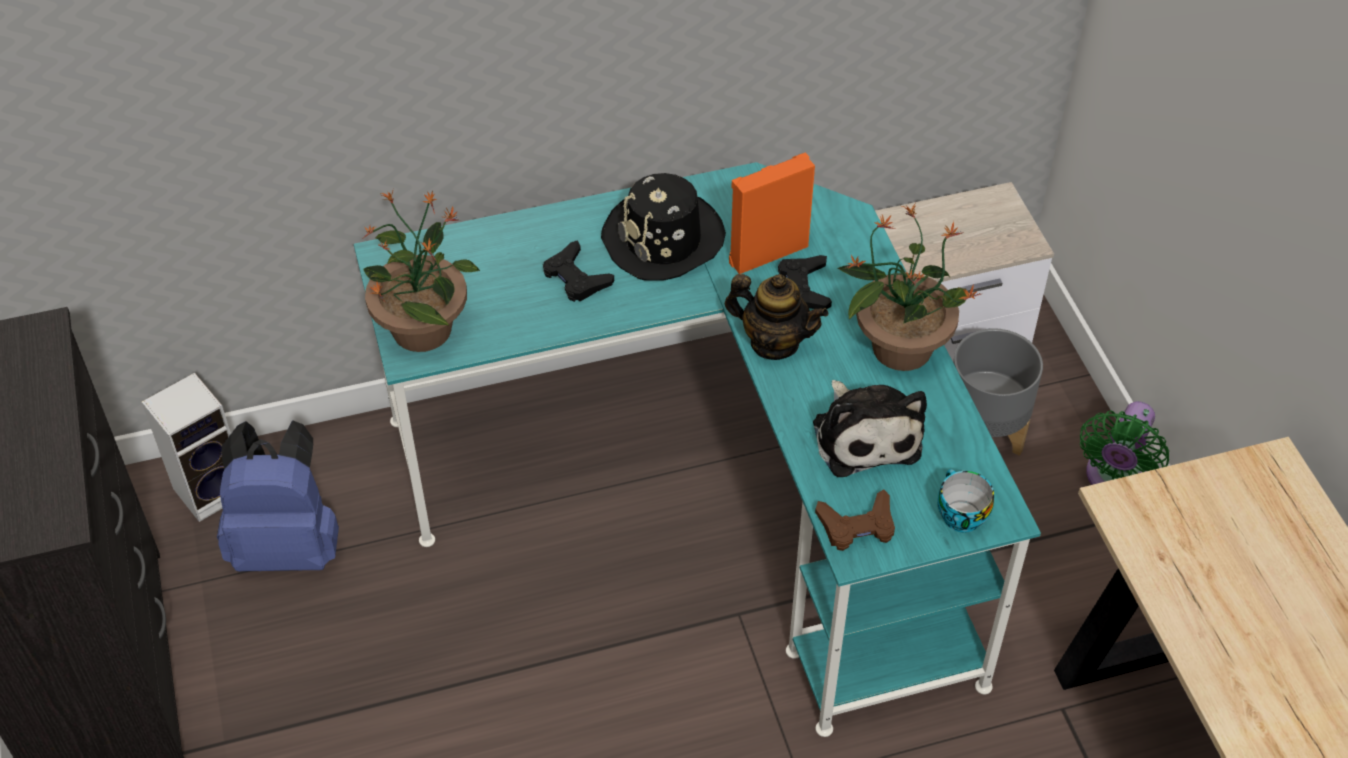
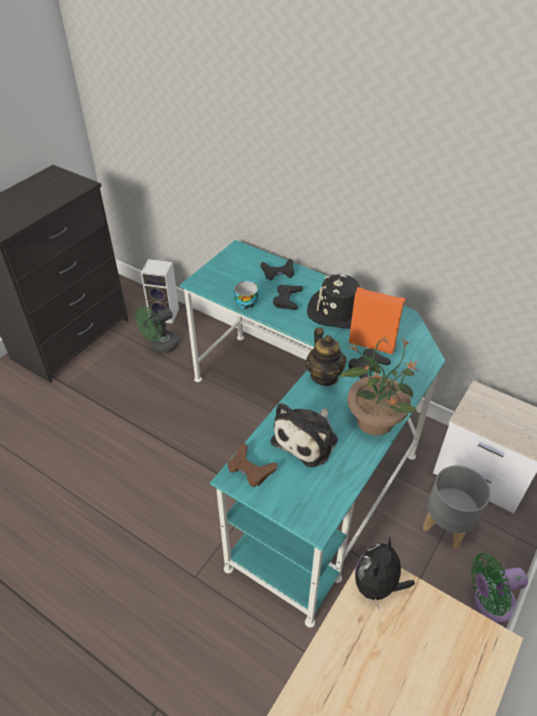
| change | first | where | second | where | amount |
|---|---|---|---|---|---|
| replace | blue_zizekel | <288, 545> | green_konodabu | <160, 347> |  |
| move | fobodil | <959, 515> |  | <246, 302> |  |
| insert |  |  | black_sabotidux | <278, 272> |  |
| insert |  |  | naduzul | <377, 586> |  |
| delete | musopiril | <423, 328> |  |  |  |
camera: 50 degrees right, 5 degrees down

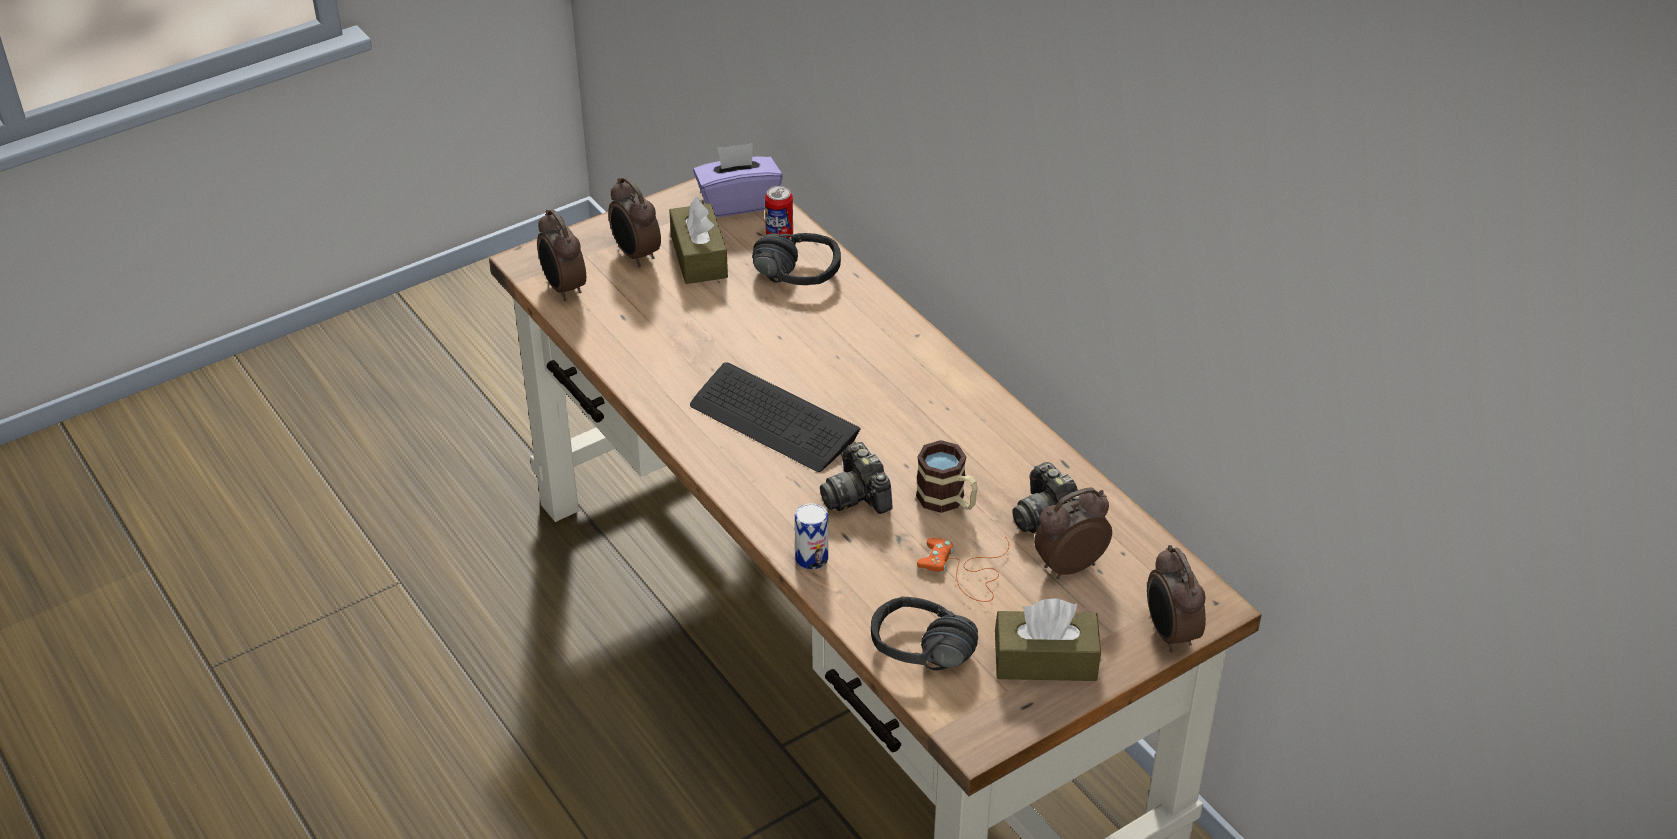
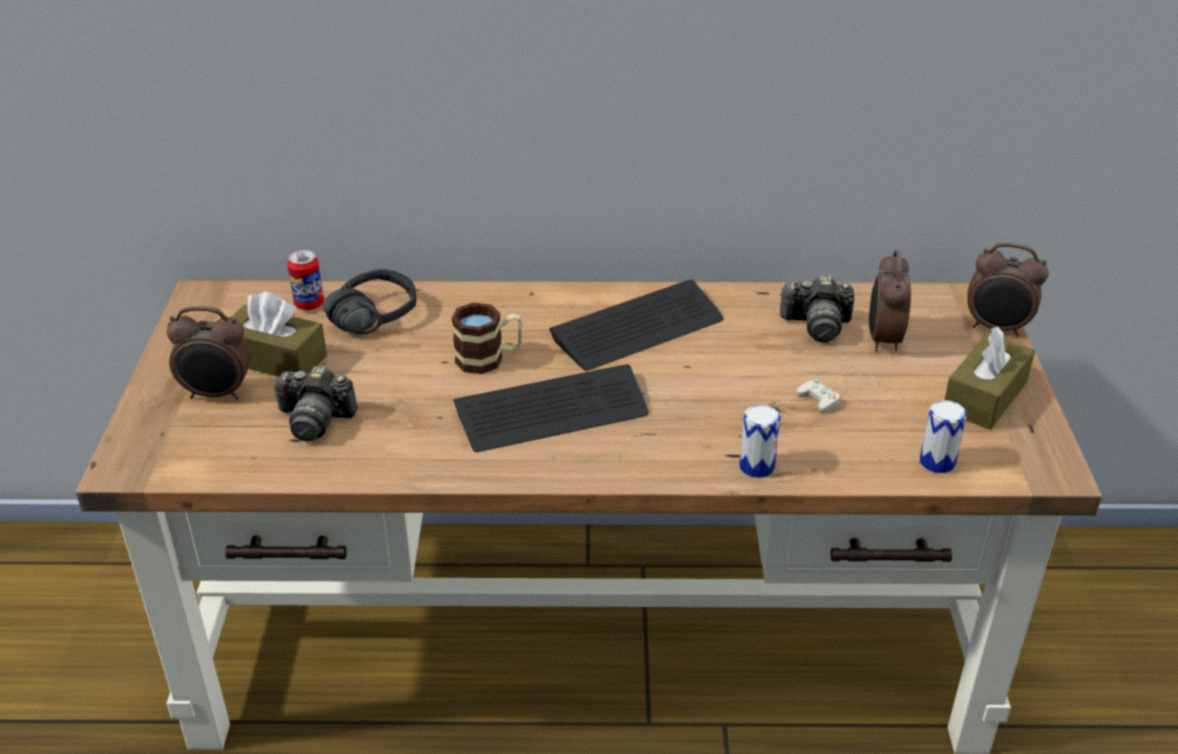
| change | first | where | second | where | amount |
|---|---|---|---|---|---|
| move | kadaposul | <857, 495> |  | <315, 420> |  |
| move | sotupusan | <948, 501> |  | <489, 358> |  |
| insert |  |  | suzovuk | <638, 328> |  |
| recolor | orange_sabotidux | <966, 571> | white_sabotidux | <847, 391> |  |
| replace | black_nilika | <918, 660> | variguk | <937, 462> |  |
| delete | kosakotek | <563, 288> |  |  |  |
| delete | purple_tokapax | <738, 202> |  |  |  |
camera: 55 degrees left, 5 degrees down

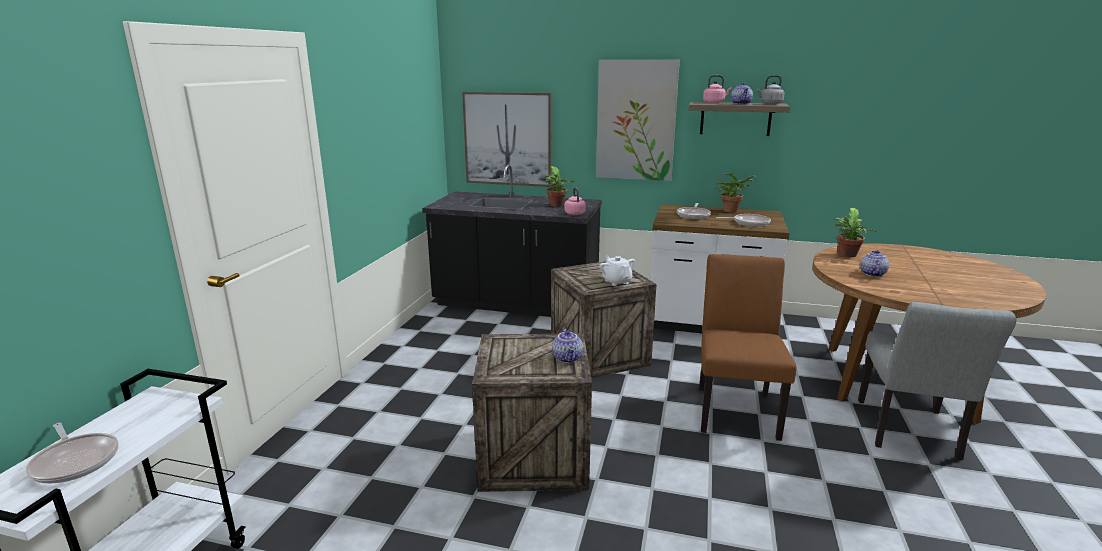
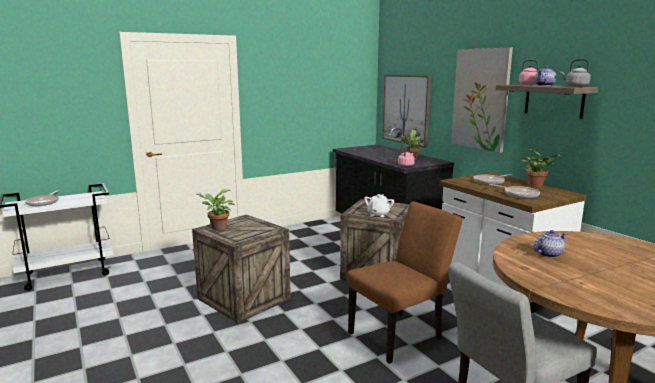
| change | first | where | second | where | amount |
|---|---|---|---|---|---|
| move | musopiril | <847, 255> |  | <217, 228> |  |
| delete | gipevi | <568, 358> |  |  |  |
camera: 45 degrees right, 5 degrees down

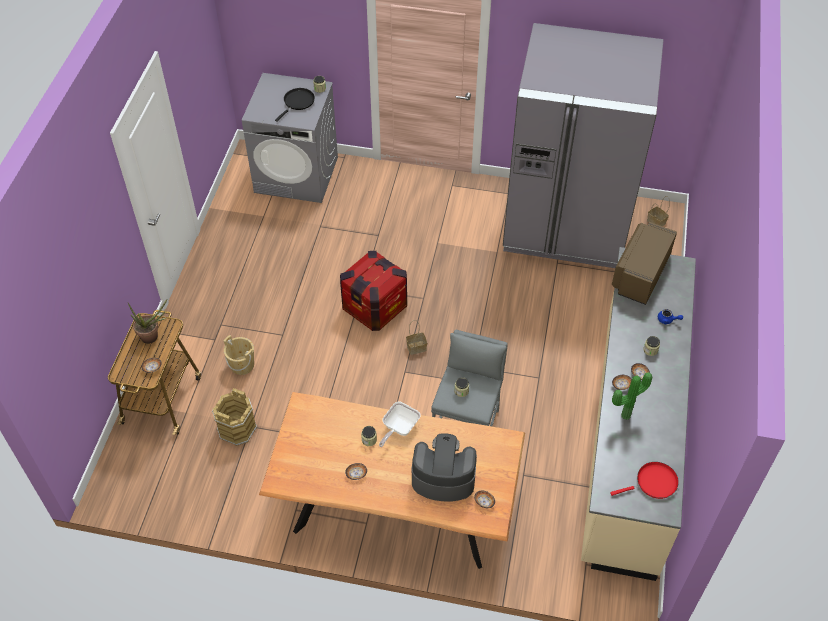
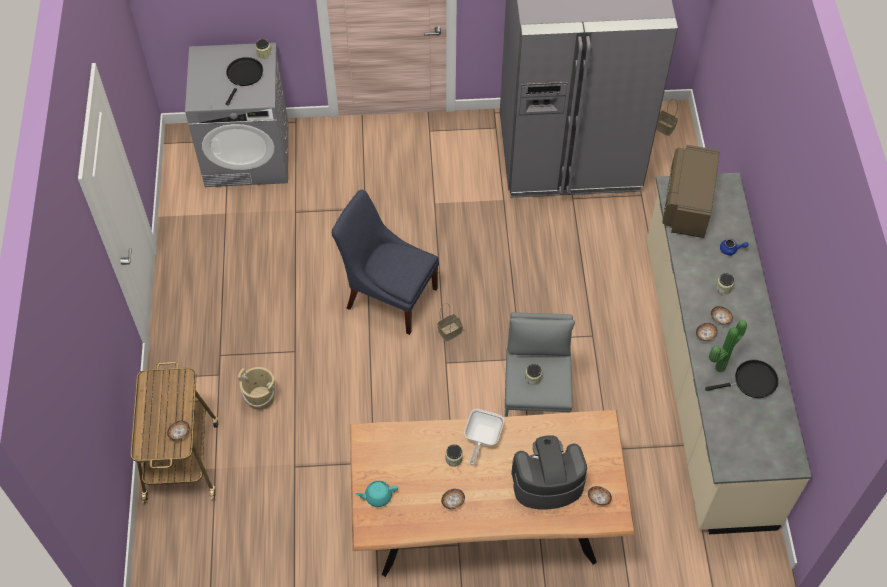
| change | first | where | second | where | amount |
|---|---|---|---|---|---|
| replace | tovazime | <374, 307> | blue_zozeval | <388, 295> |  |
| insert |  |  | turquoise_gipevi | <377, 496> |  |
| insert |  |  | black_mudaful | <751, 381> |  |
| delete | musopiril | <153, 337> |  |  |  |
| delete | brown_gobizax | <237, 429> |  |  |  |
| delete | red_mudaful | <653, 483> |  |  |  |
camera: 15 degrees left, 5 degrees up

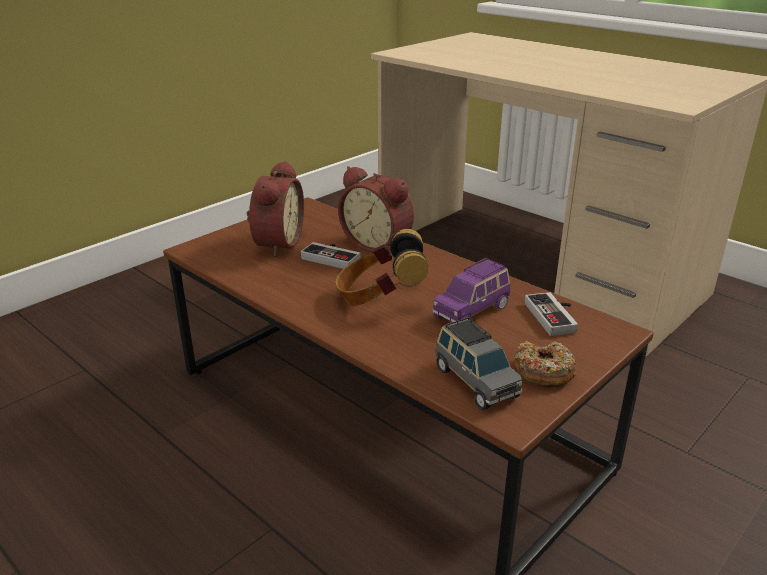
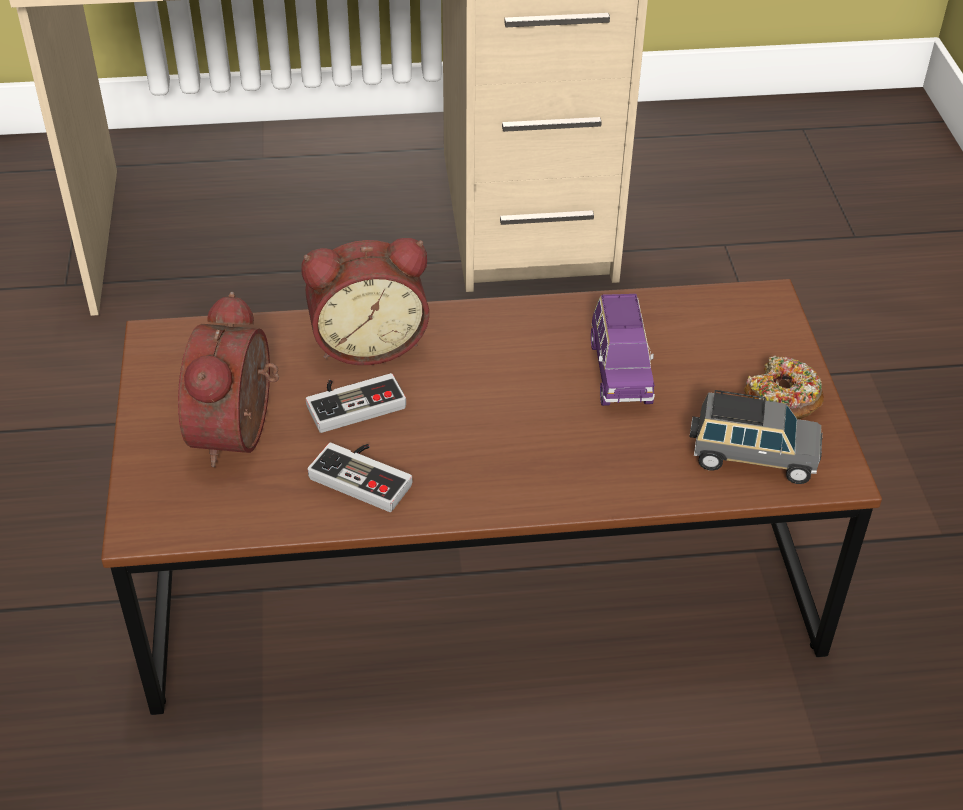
| change | first | where | second | where | amount |
|---|---|---|---|---|---|
| rotate | kosakotek | <275, 243> |  | <241, 433> | 135 degrees counterclockwise |
| move | sabotidux | <555, 316> |  | <365, 475> |  |
| delete | nilika | <380, 299> |  |  |  |
camera: 50 degrees left, 15 degrees up

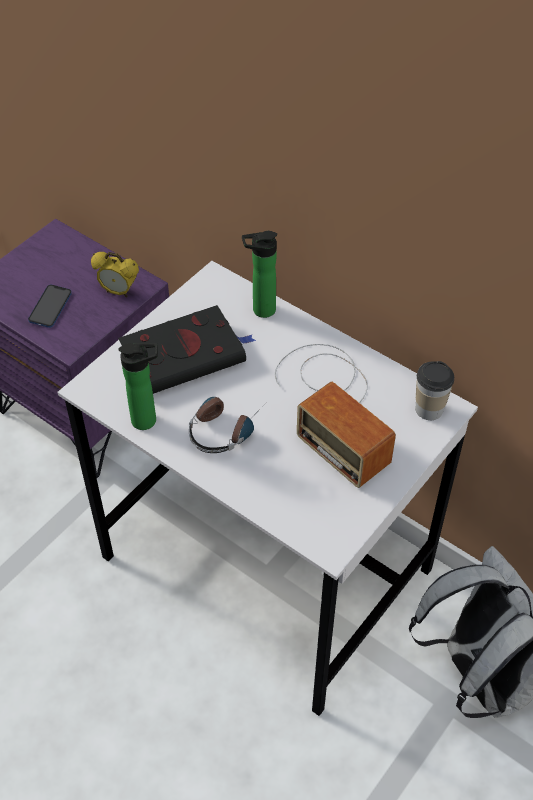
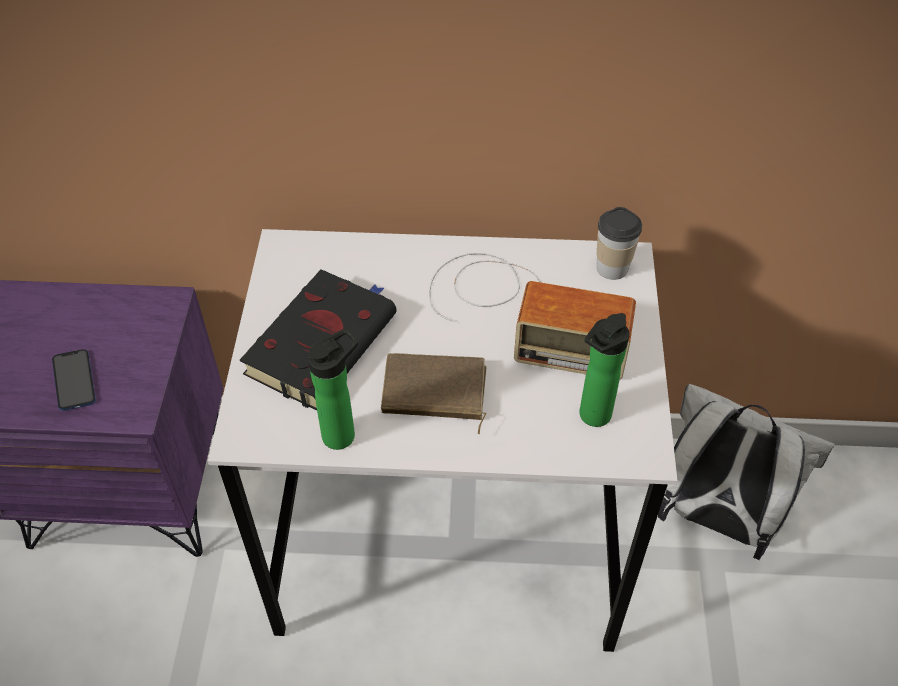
| change | first | where | second | where | amount |
|---|---|---|---|---|---|
| replace | nilika | <226, 427> | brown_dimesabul | <433, 393> |  |
| move | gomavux | <260, 310> |  | <592, 417> |  |
| delete | kosakotek | <118, 292> |  |  |  |
camera: 35 degrees left, 0 degrees up

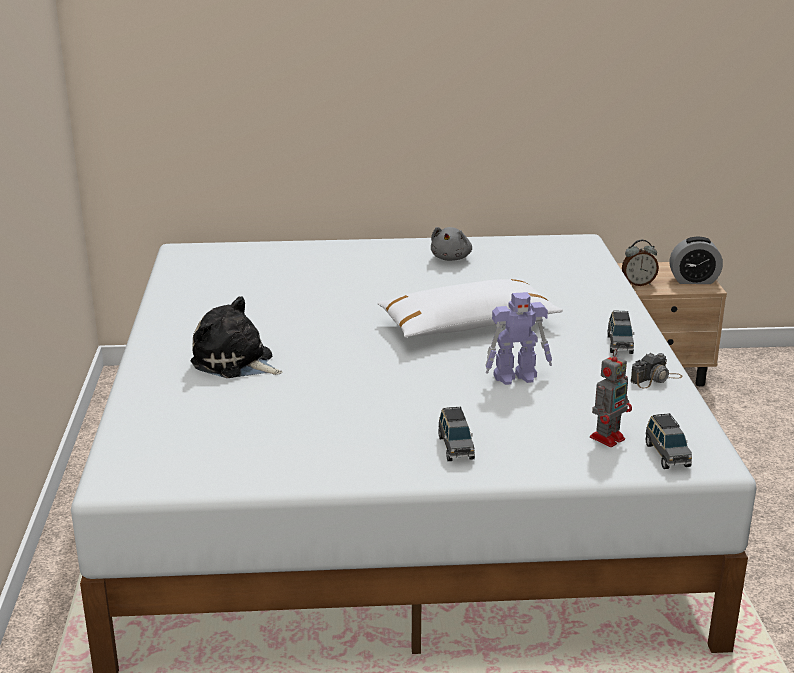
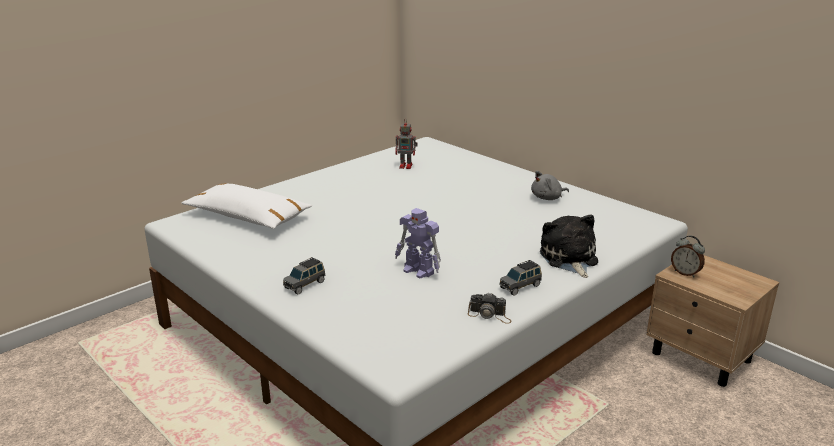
| change | first | where | second | where | amount |
|---|---|---|---|---|---|
| move | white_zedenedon | <467, 325> |  | <248, 217> |  |
| move | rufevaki | <608, 437> |  | <406, 166> |  |
| move | naduzul | <235, 362> |  | <569, 259> |  |
| delete | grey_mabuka | <666, 455> |  |  |  |
| delete | kosakotek | <693, 280> |  |  |  |
camera: 50 degrees right, 0 degrees up

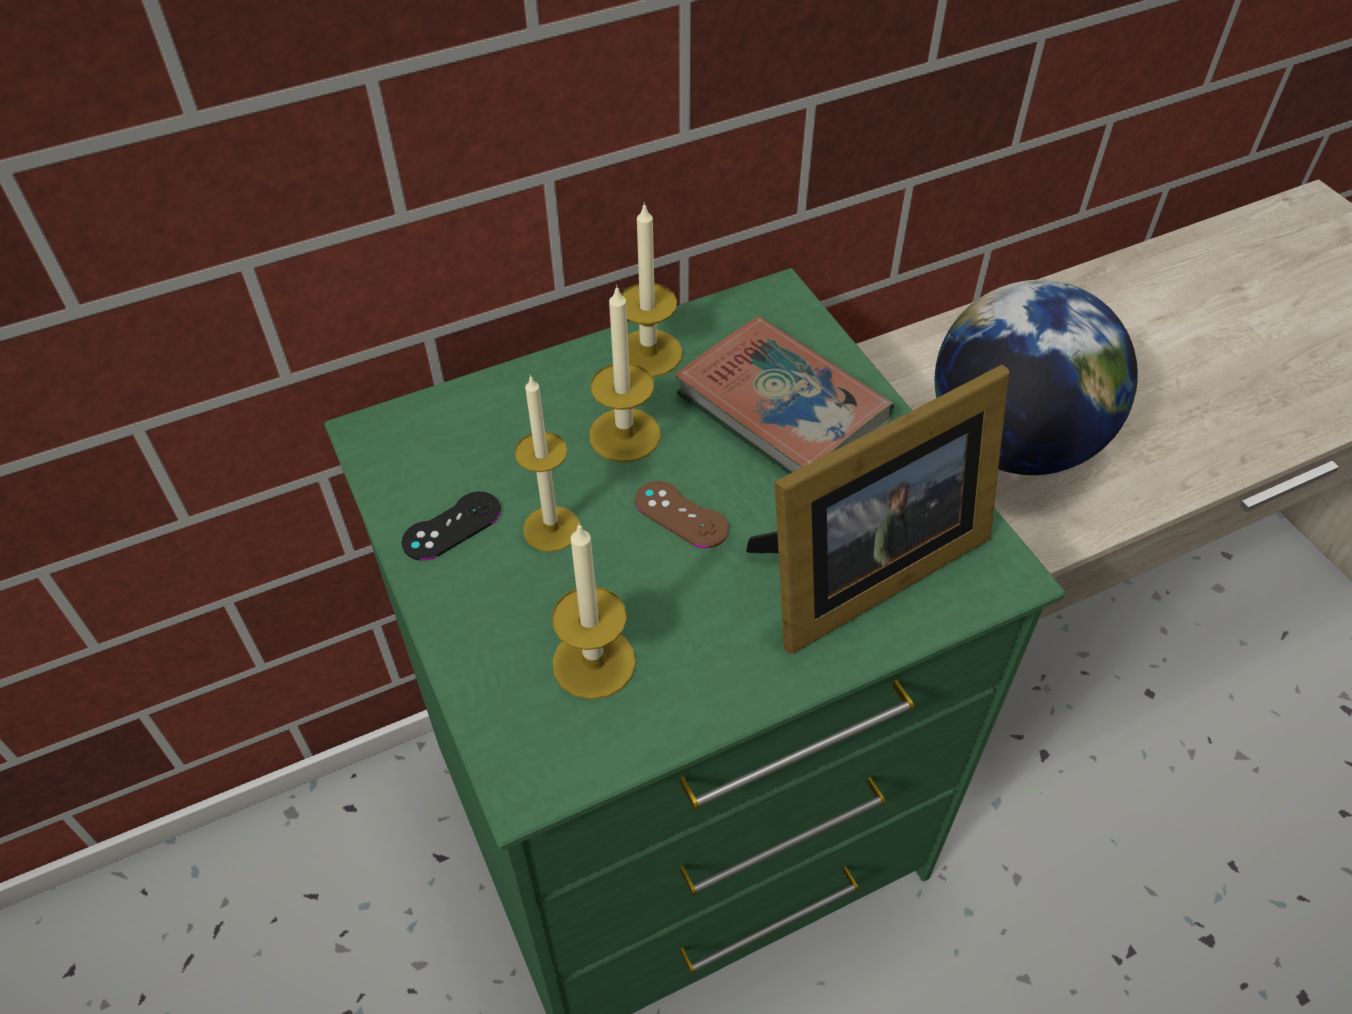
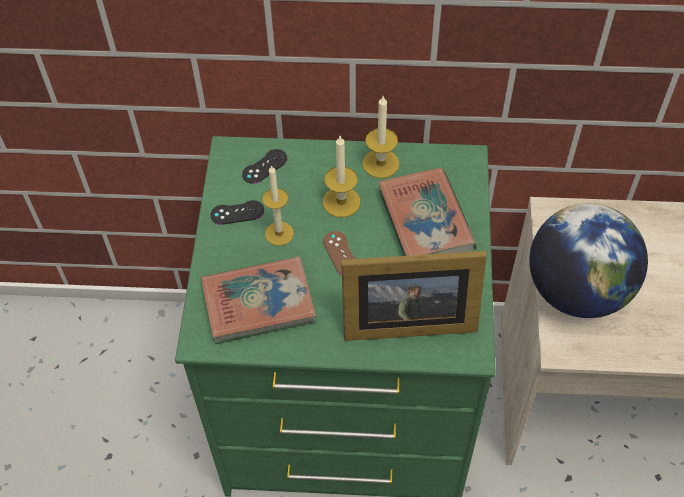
| change | first | where | second | where | amount |
|---|---|---|---|---|---|
| replace | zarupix | <594, 662> | dimesabul | <258, 303> |  |
| insert |  |  | black_sabotidux | <264, 166> |  |
camera: 30 degrees right, 5 degrees up

